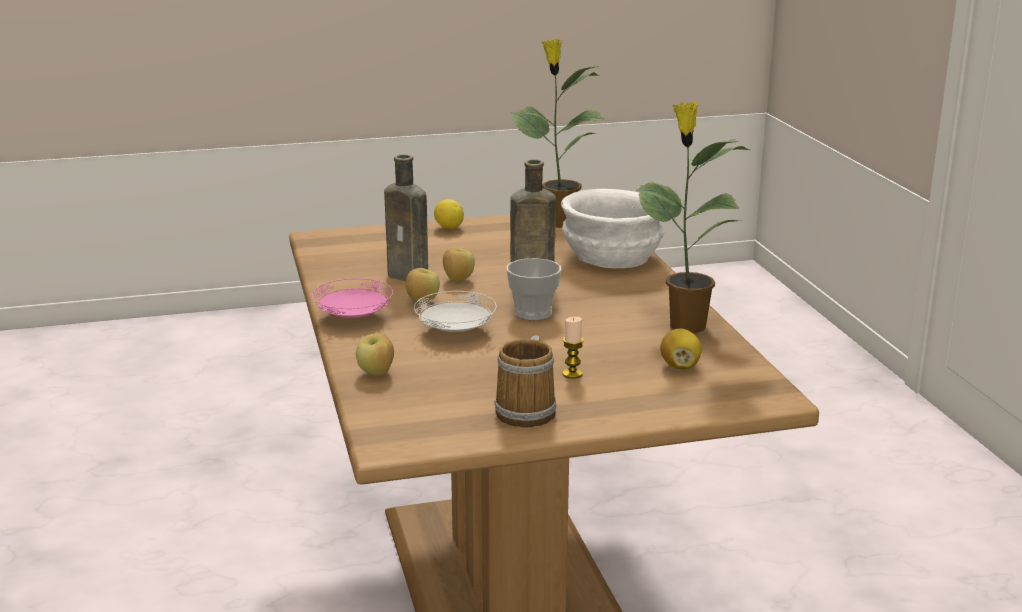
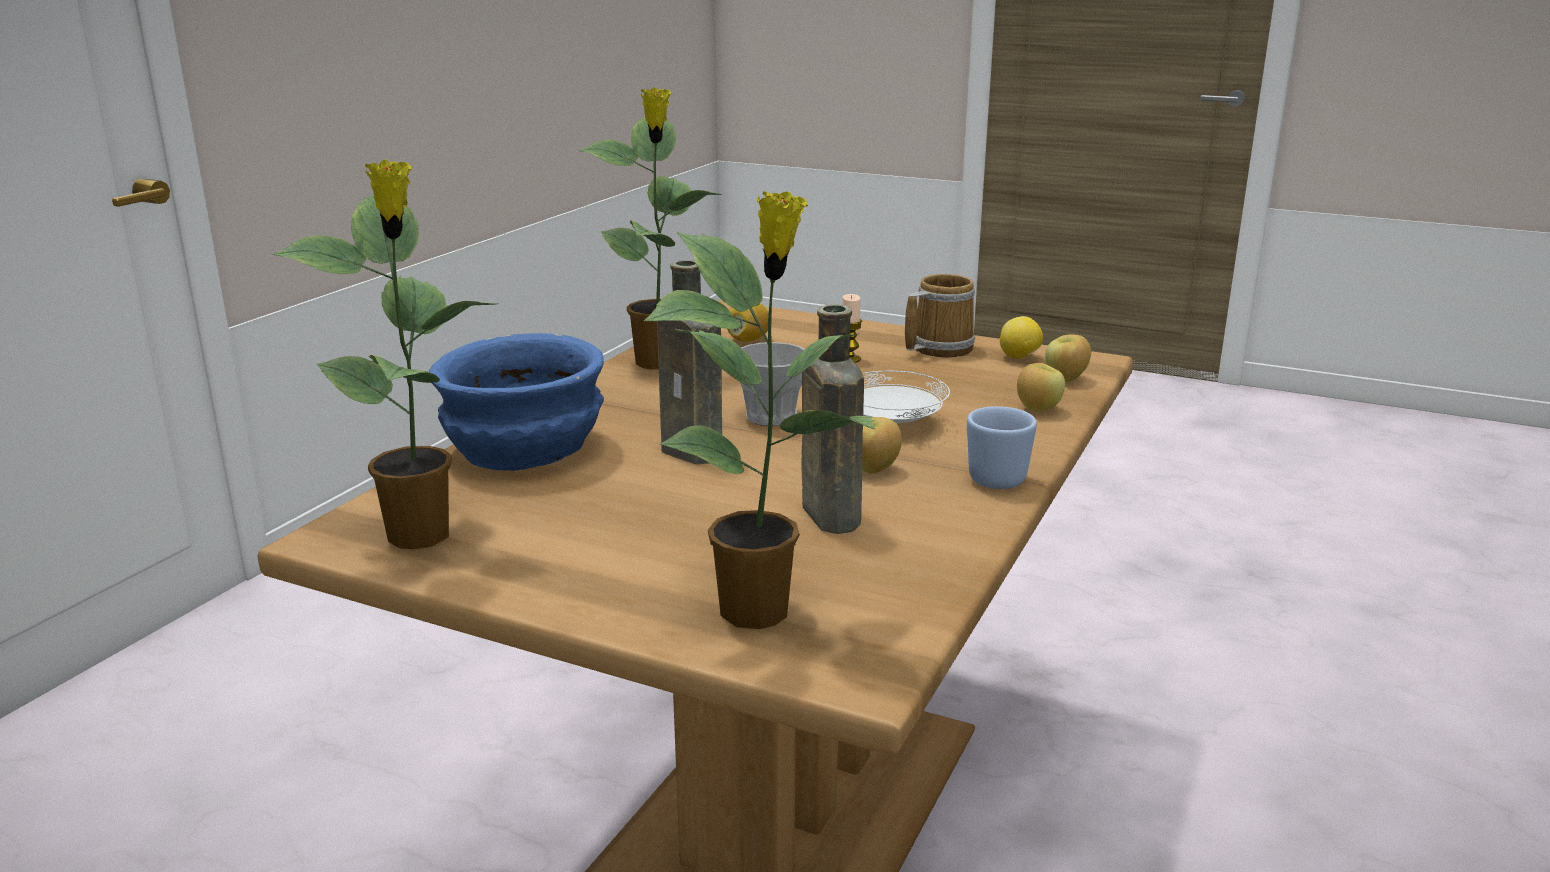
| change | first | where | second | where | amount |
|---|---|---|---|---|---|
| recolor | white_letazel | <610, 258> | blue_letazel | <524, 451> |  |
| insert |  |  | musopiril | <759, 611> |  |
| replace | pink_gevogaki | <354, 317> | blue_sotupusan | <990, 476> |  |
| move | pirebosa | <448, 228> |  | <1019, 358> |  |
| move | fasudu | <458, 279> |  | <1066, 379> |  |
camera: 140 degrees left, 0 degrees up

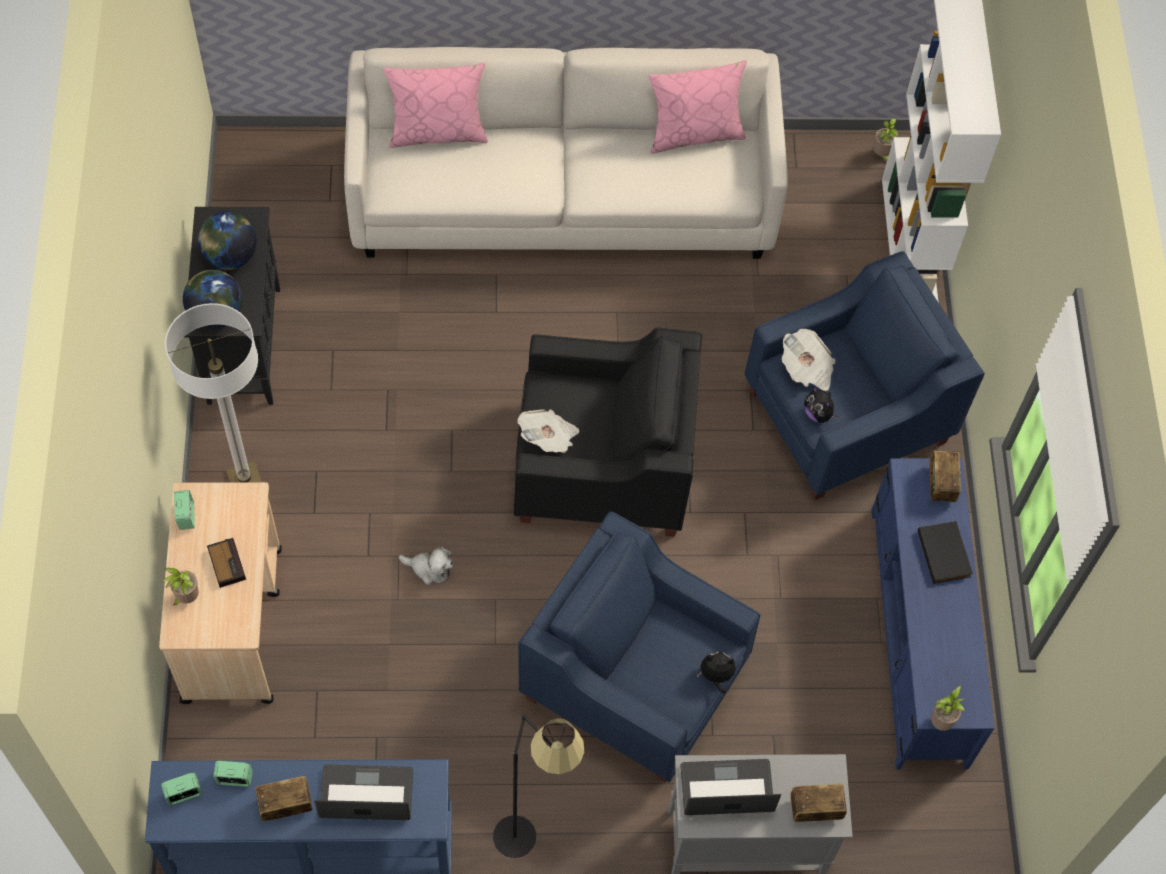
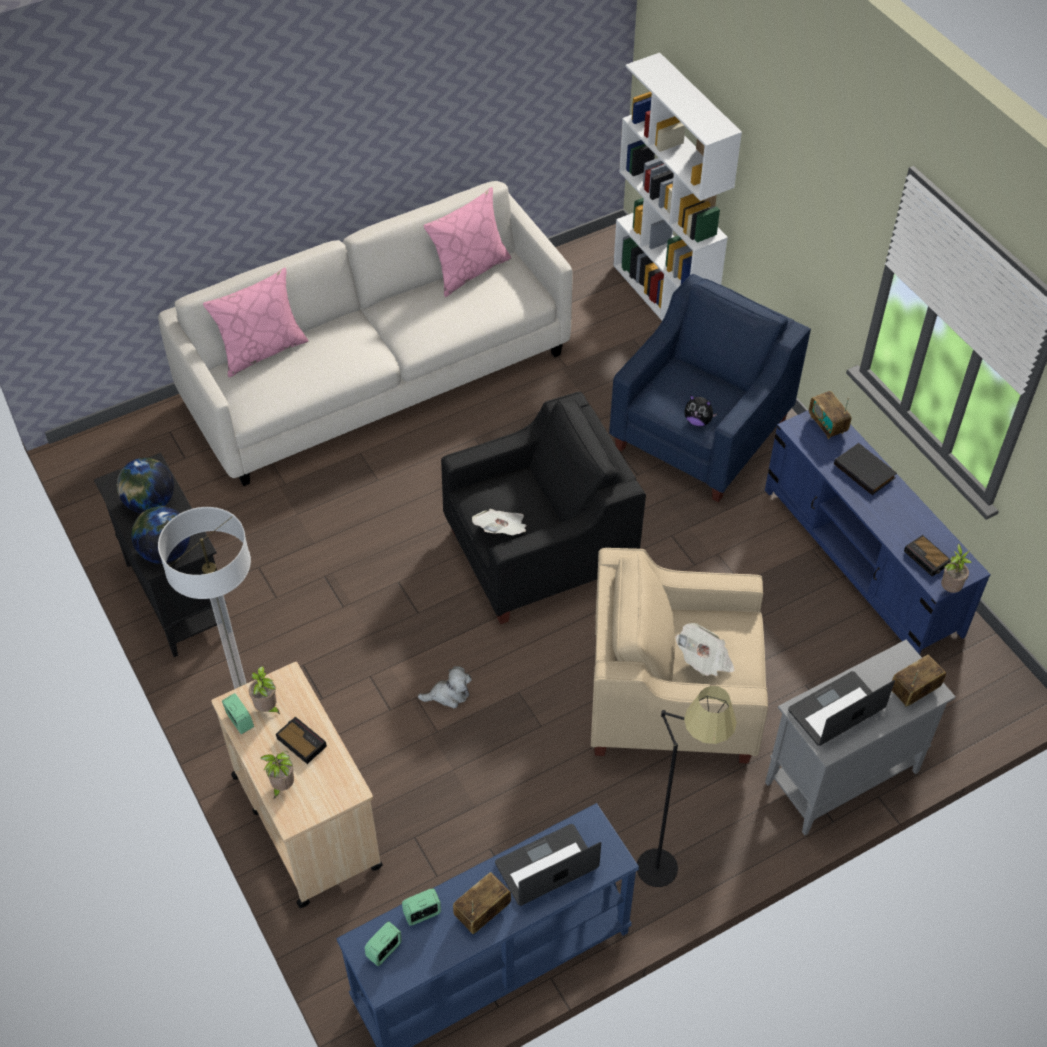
| change | first | where | second | where | amount |
|---|---|---|---|---|---|
| move | musopiril | <881, 155> |  | <267, 708> |  |
| recolor | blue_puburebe | <634, 681> | beige_puburebe | <671, 699> |  |
| move | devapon | <807, 369> |  | <704, 660> |  |
| insert |  |  | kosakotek | <927, 558> |  |
| delete | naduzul | <716, 676> |  |  |  |
camera: 25 degrees left, 10 degrees down

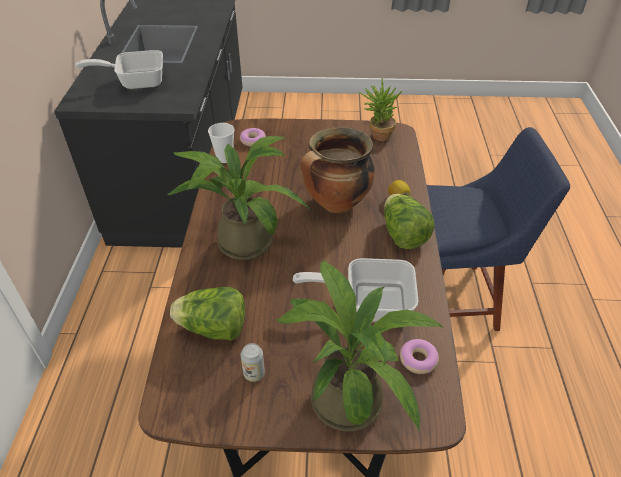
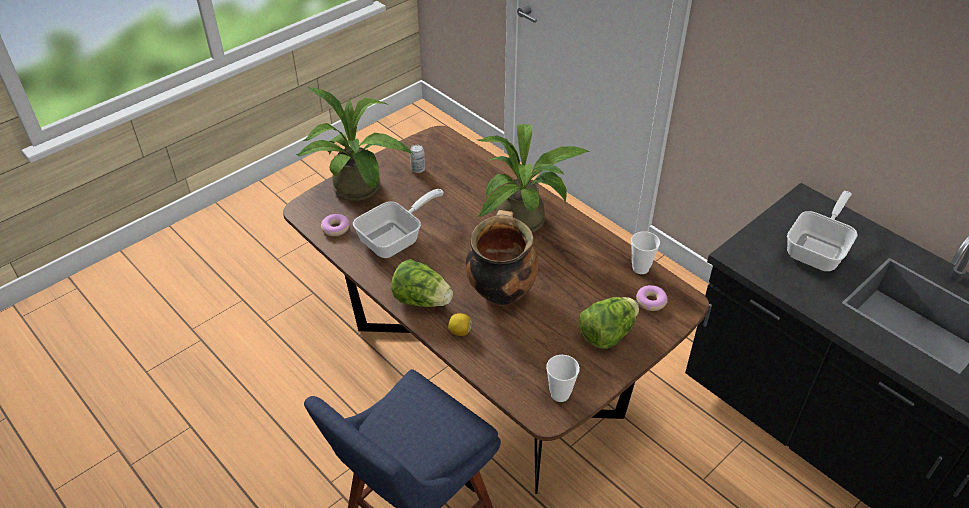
| change | first | where | second | where | amount |
|---|---|---|---|---|---|
| replace | musopiril | <377, 135> | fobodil | <560, 394> |  |
| move | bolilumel | <213, 328> |  | <607, 334> |  |
camera: 135 degrees right, 0 degrees up

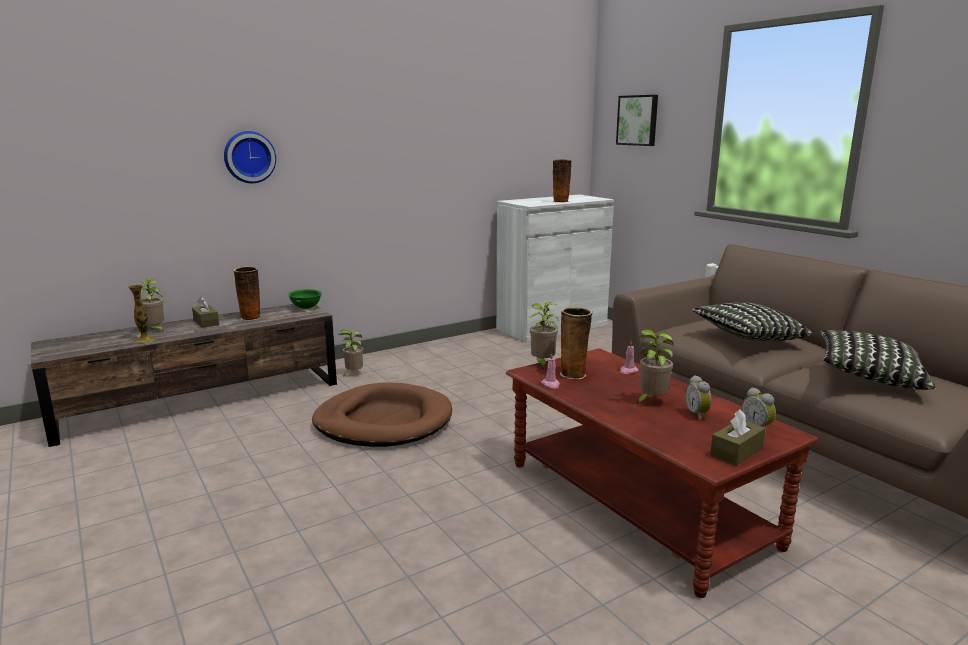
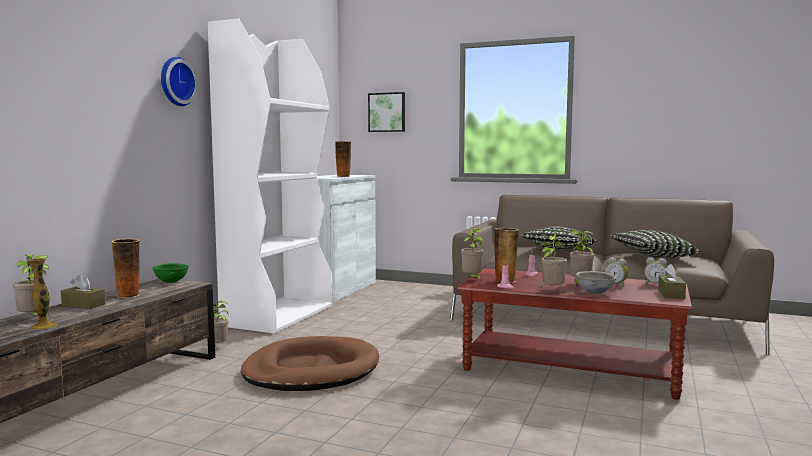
| change | first | where | second | where | amount |
|---|---|---|---|---|---|
| move | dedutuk | <249, 157> |  | <175, 81> |  |
| insert |  |  | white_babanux | <279, 315> |  |
| insert |  |  | musopiril | <552, 291> |  |
| insert |  |  | grey_letazel | <595, 293> |  |
camera: 35 degrees left, 10 degrees down

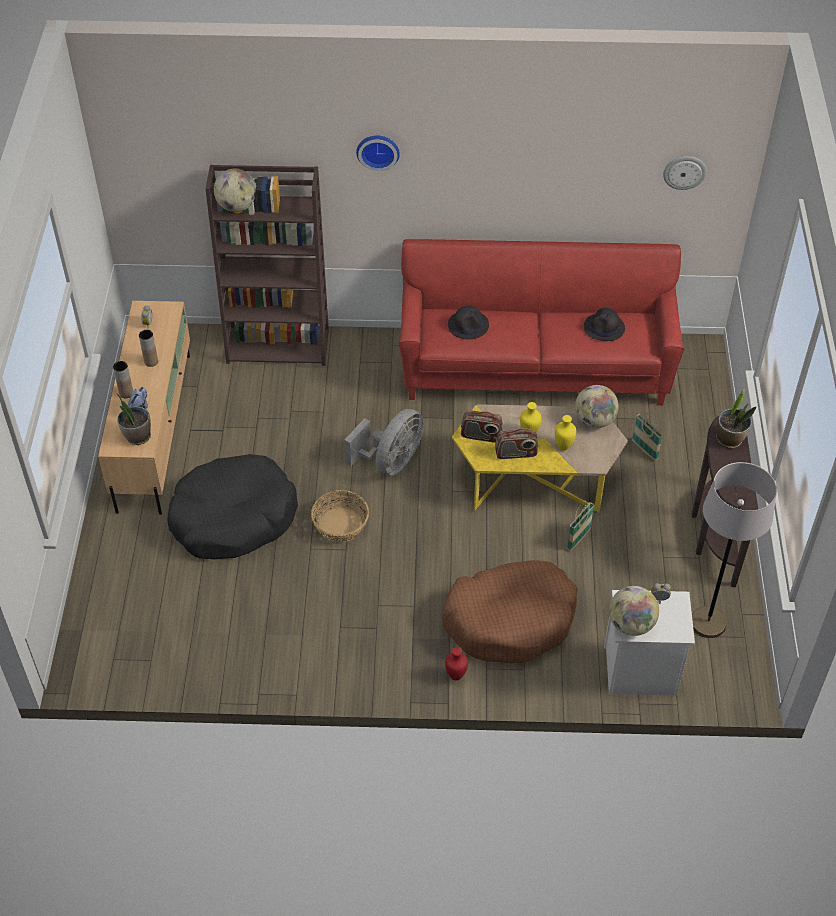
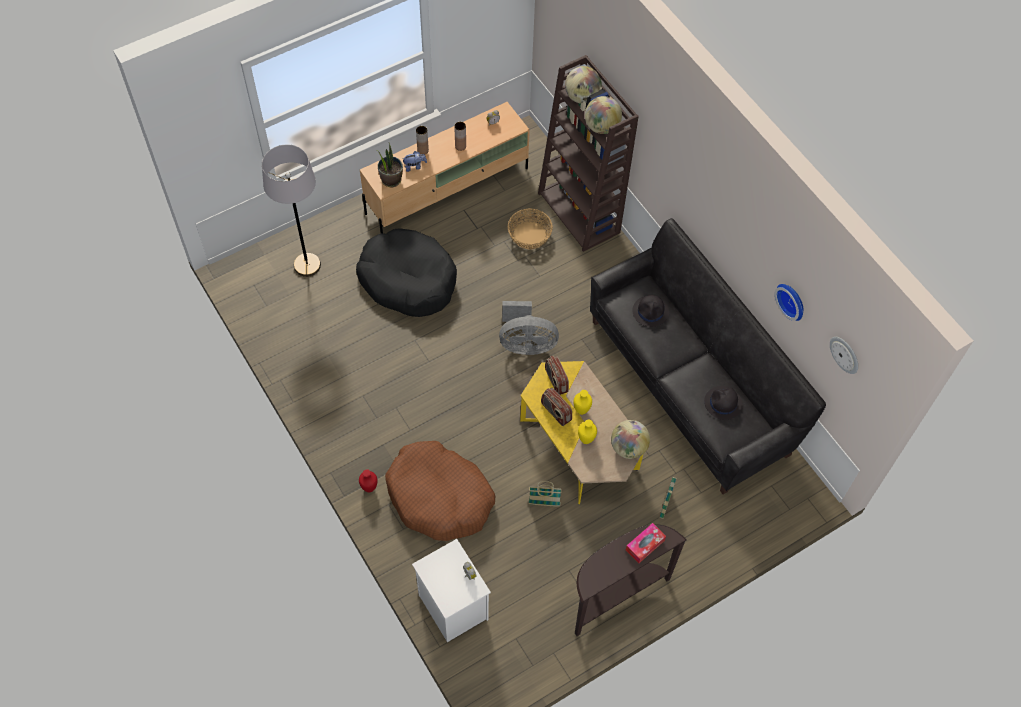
| change | first | where | second | where | amount |
|---|---|---|---|---|---|
| move | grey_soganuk | <708, 623> |  | <307, 265> |  |
| move | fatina | <340, 525> |  | <529, 235> |  |
| move | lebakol | <631, 624> |  | <601, 127> |  |
| recolor | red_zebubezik | <534, 368> | black_zebubezik | <689, 386> |  |
| replace | musopiril | <730, 439> | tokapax | <645, 545> |  |
| move | dedutuk | <378, 150> |  | <792, 300> |  |
camera: 55 degrees right, 10 degrees up

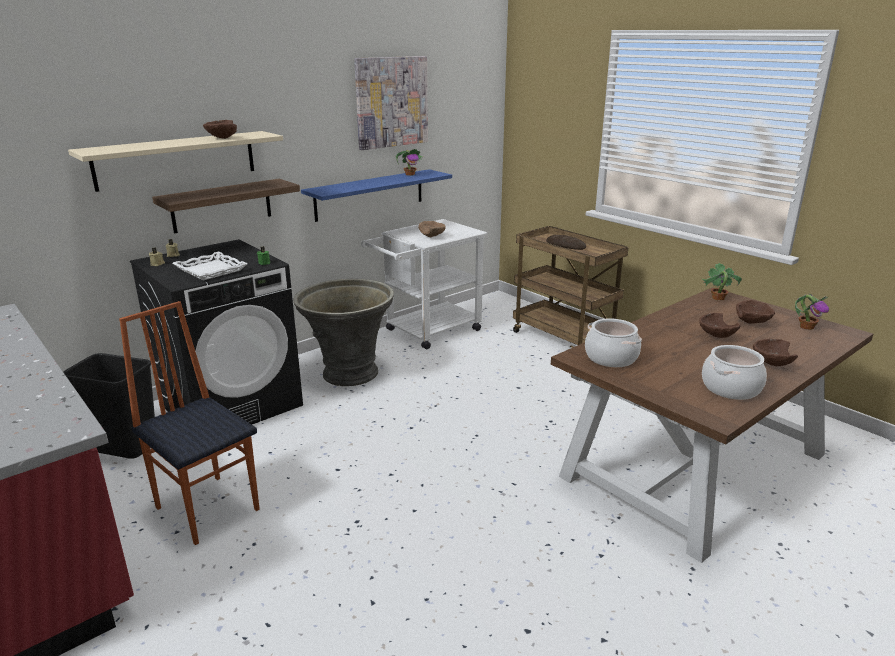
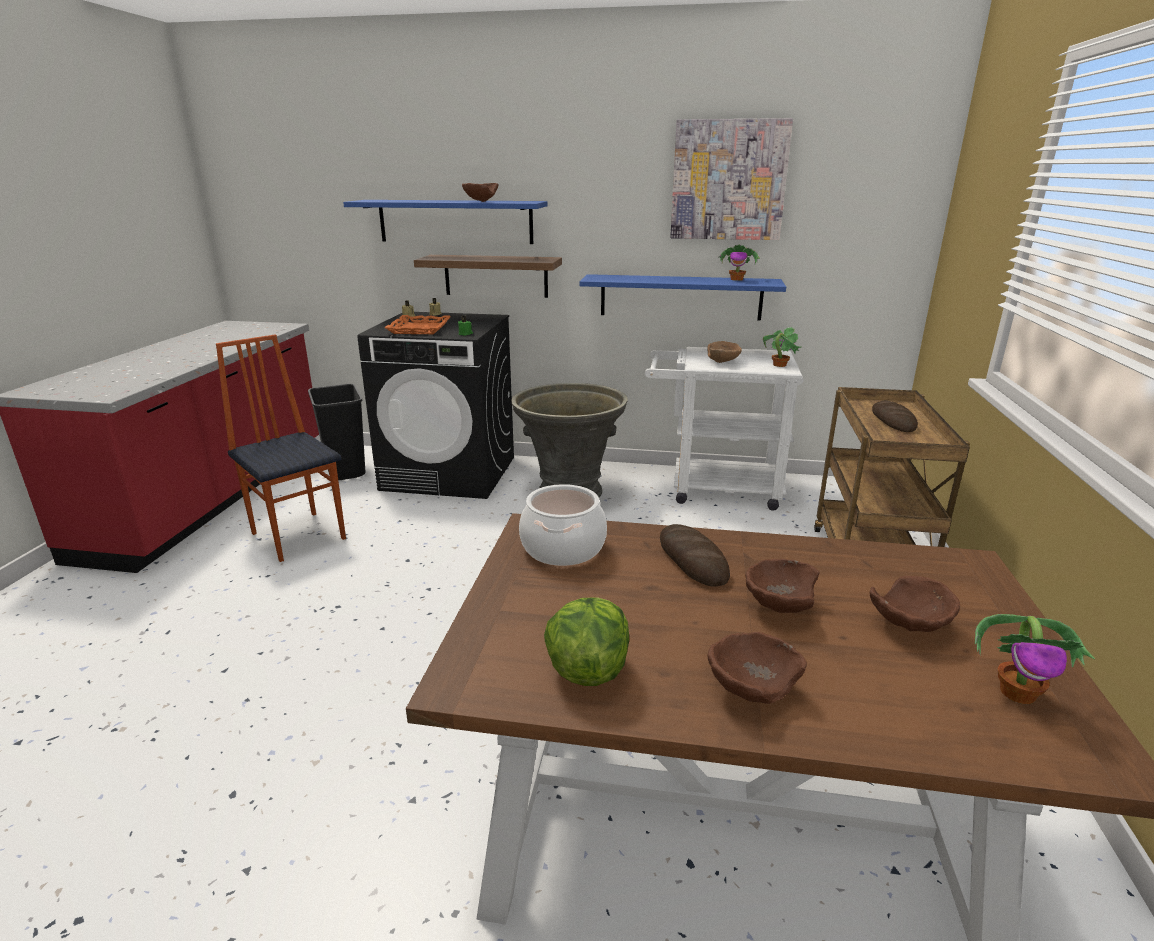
| change | first | where | second | where | amount |
|---|---|---|---|---|---|
| rotate | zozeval | <208, 507> |  | <299, 535> | 45 degrees counterclockwise |
| recolor | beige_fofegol | <176, 160> | blue_fofegol | <455, 221> |  |
| recolor | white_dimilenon | <210, 270> | orange_dimilenon | <419, 329> |  |
| replace | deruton | <731, 388> | bolilumel | <587, 669> |  |
| insert |  |  | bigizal | <692, 560> |  |
| move | musopiril | <717, 298> |  | <779, 365> |  |
camera: 50 degrees right, 0 degrees up

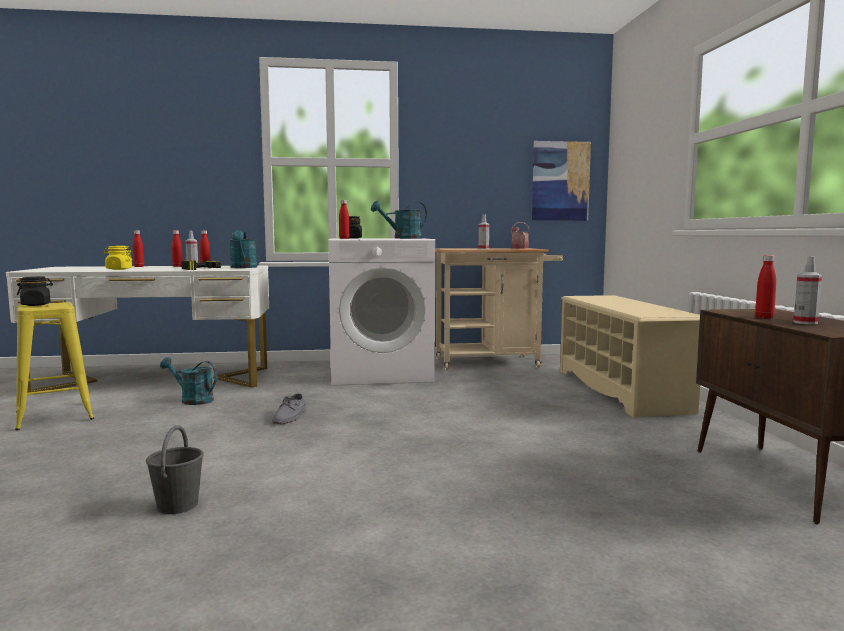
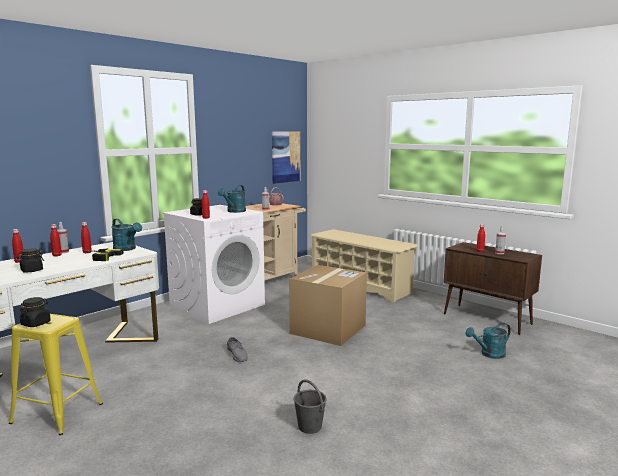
| change | first | where | second | where | amount |
|---|---|---|---|---|---|
| recolor | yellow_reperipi | <118, 269> | black_reperipi | <31, 270> |  |
| insert |  |  | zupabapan | <328, 329> |  |
| move | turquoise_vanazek | <192, 400> |  | <489, 354> |  |
camera: 40 degrees left, 5 degrees up

